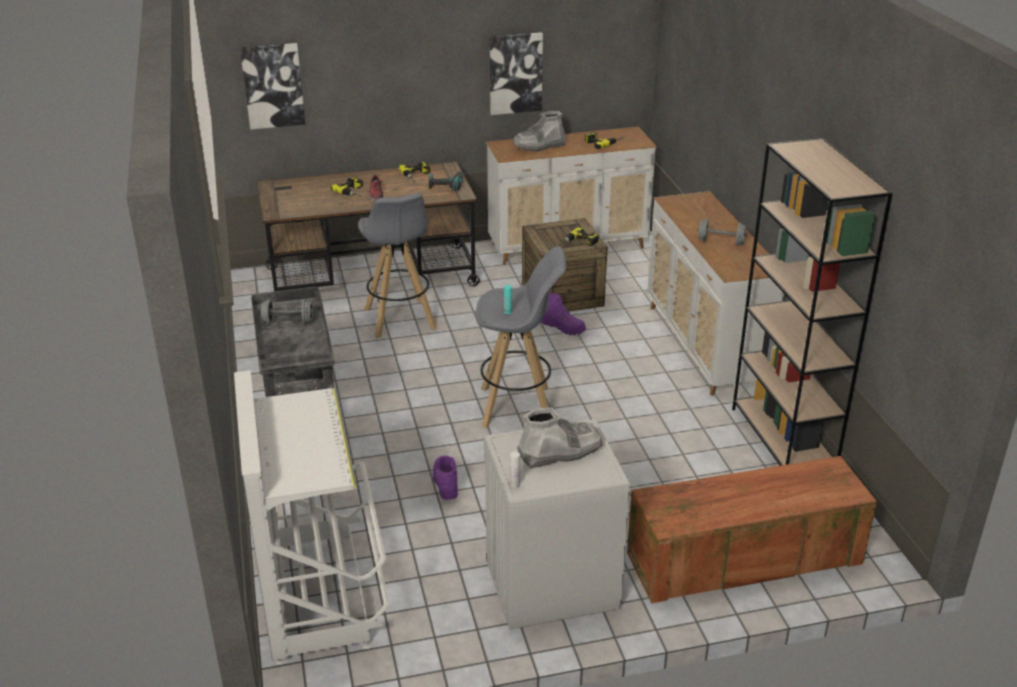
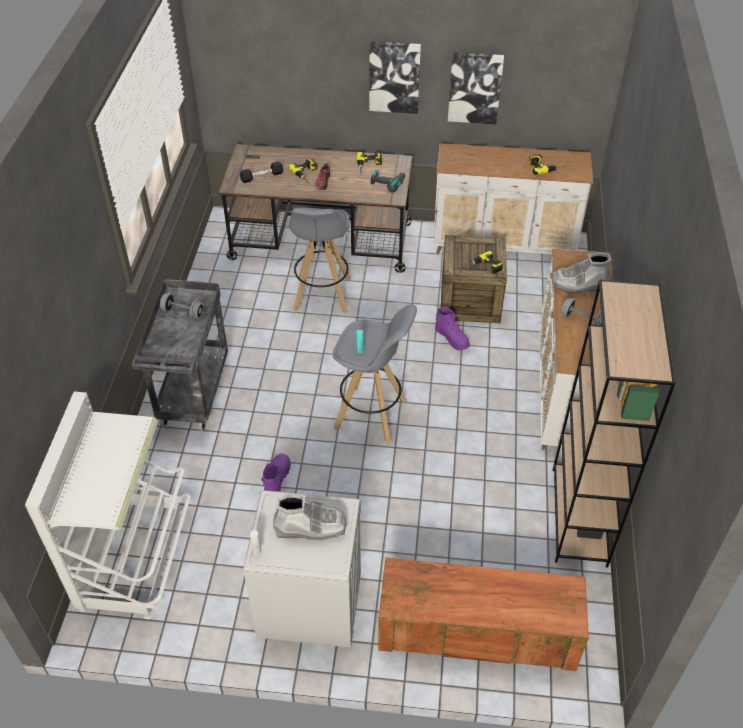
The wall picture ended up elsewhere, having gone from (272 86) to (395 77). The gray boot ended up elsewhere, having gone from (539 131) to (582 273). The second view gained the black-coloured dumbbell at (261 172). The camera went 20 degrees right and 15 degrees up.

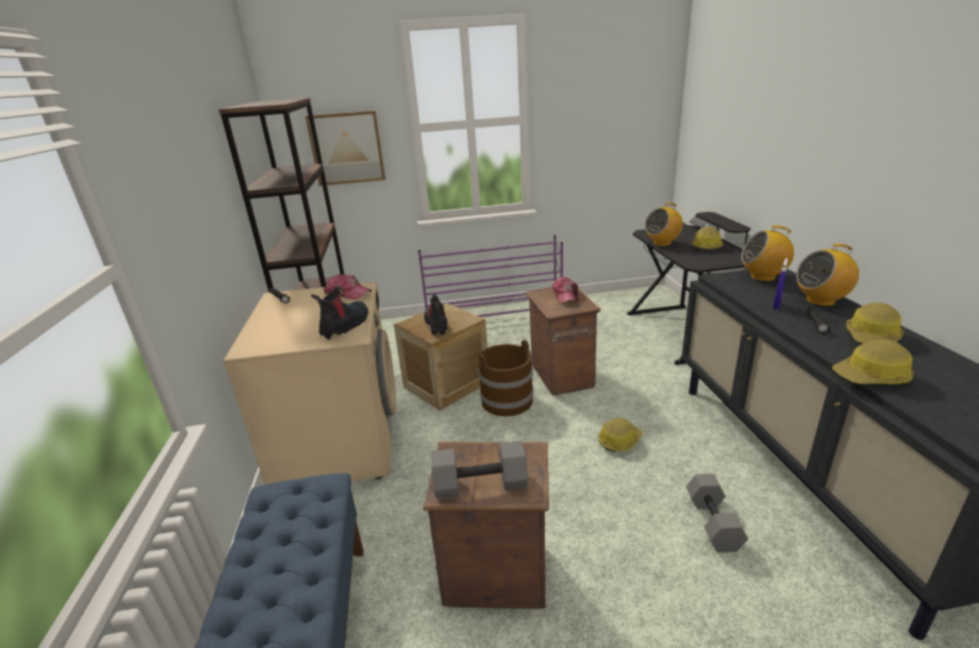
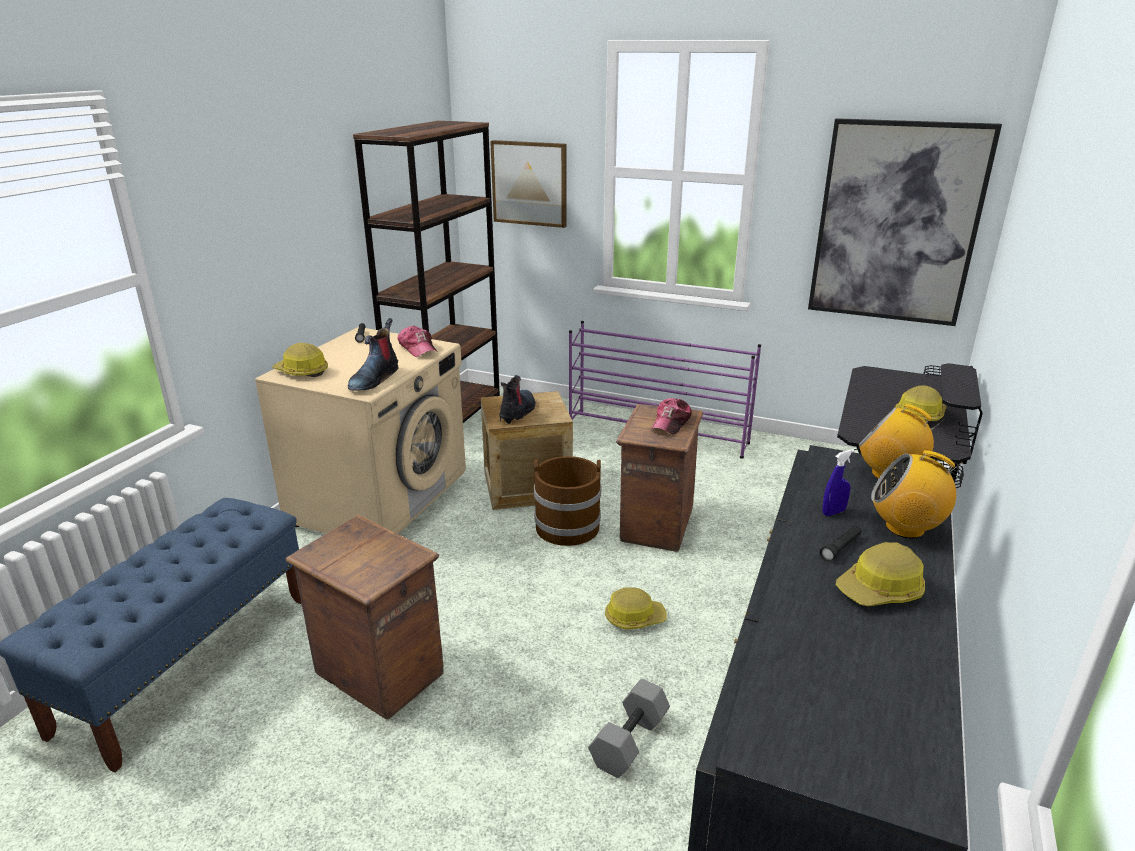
The second view lost the radio at (664 224). The boot at (340 313) ended up facing another way, 150 degrees clockwise from before. The safety helmet ended up elsewhere, having gone from (872 362) to (300 360). The second view lost the gray dumbbell at (480 470). The second view gained the wall picture at (905 222). The camera went 30 degrees right and 0 degrees up.

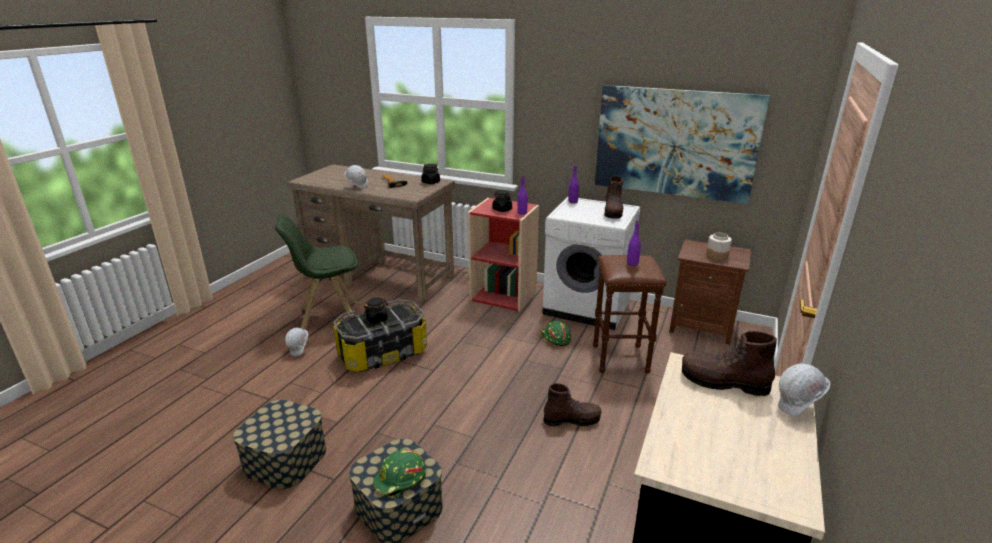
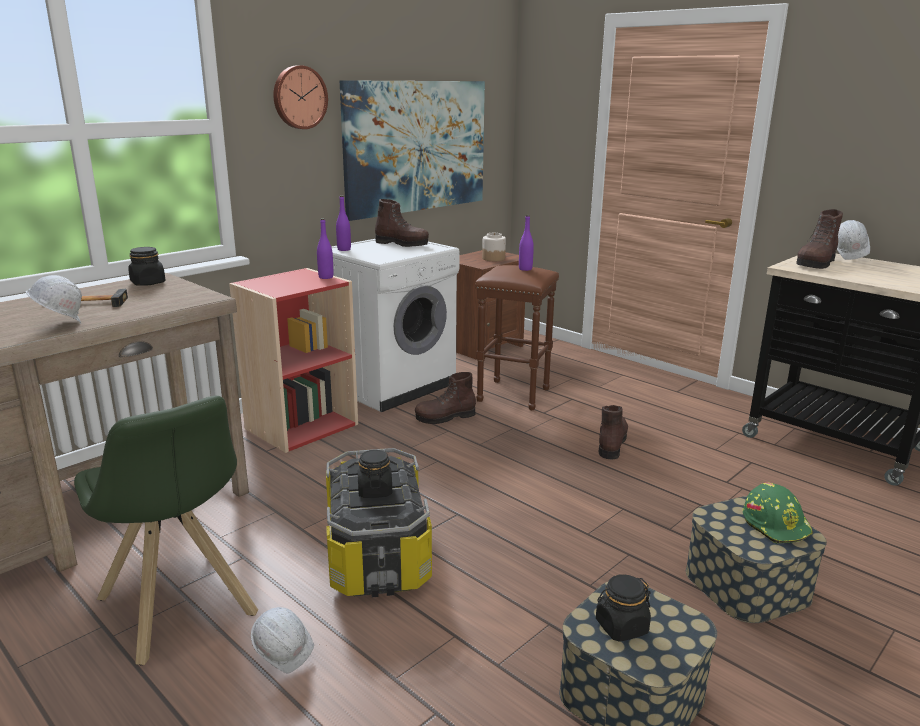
The black-coloured preserve jar ended up elsewhere, having gone from (502 201) to (623 608). The green plain chair at (316 272) ended up facing another way, 45 degrees counterclockwise from before. Where the green safety helmet stood at (556 333), the brownish boot came to stand at (445 398). The second view gained the hanging clock at (300 97). The camera went 70 degrees left and 5 degrees down.

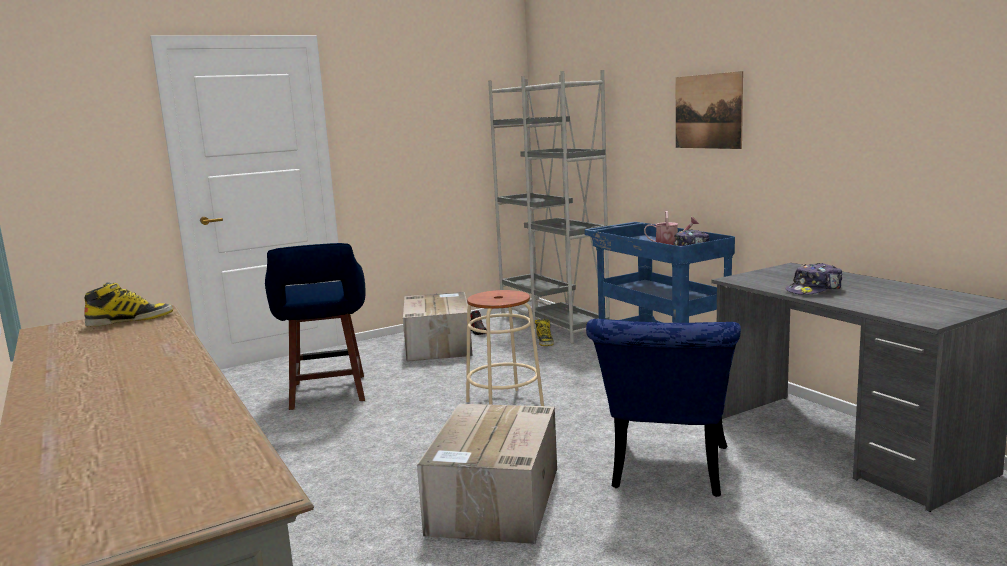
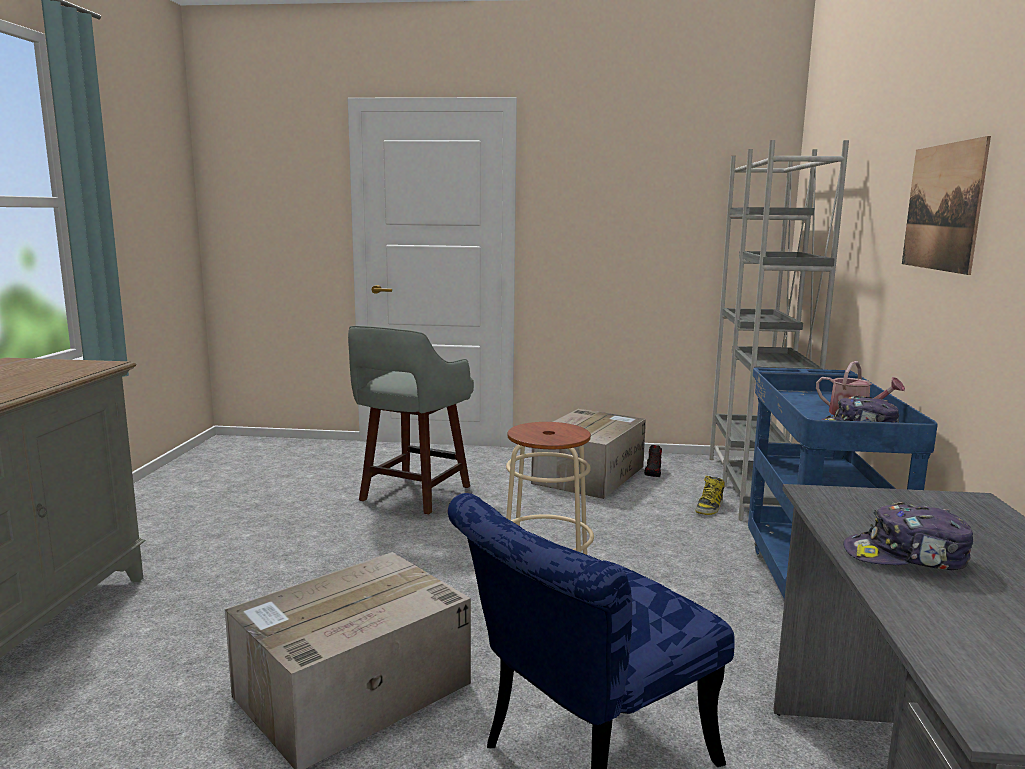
What was the blue sitting stool at (315 326) turned into the gray sitting stool at (411 419). The second view lost the boot at (128 304). The camera went 35 degrees right and 0 degrees up.

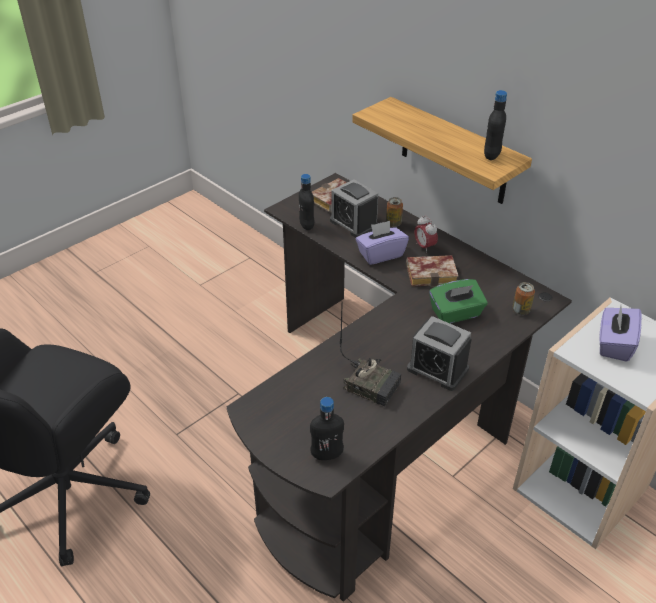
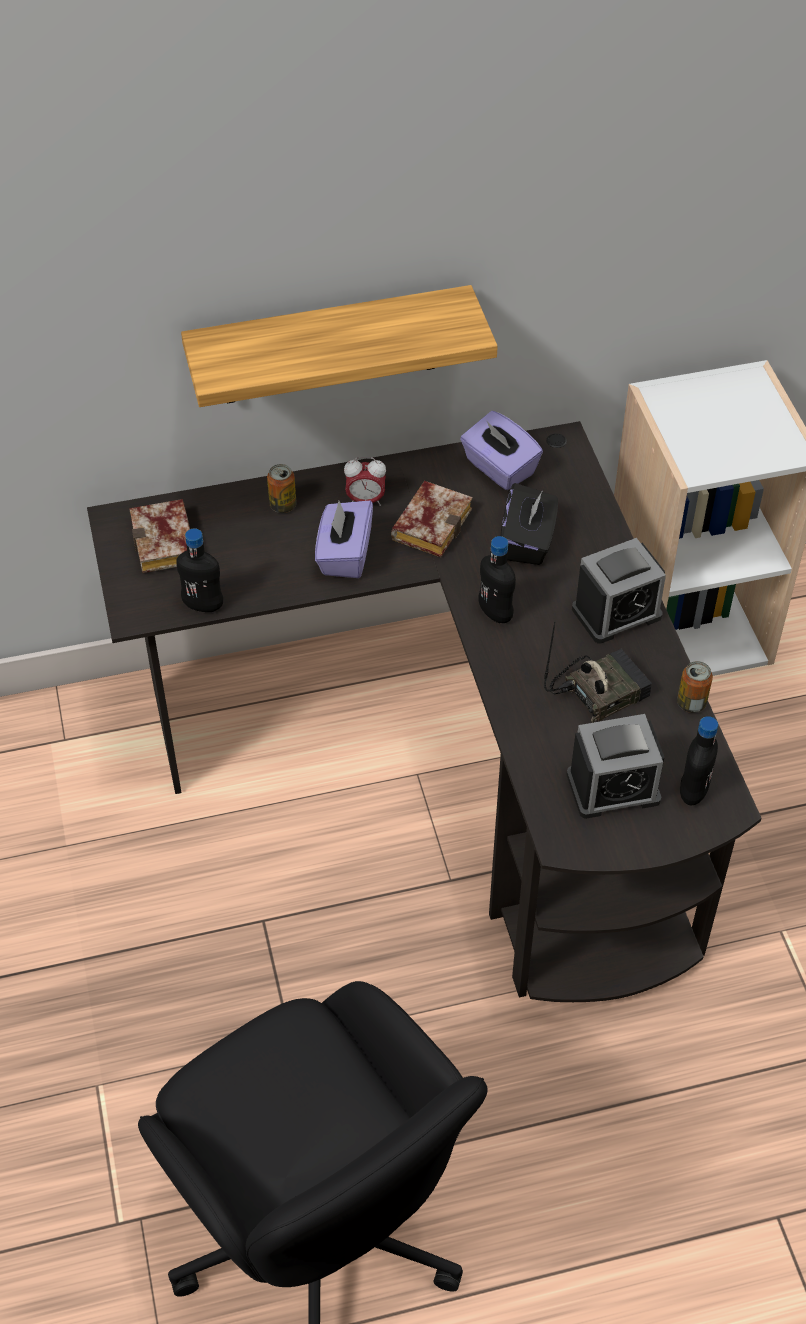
The black-coloured bottle ended up elsewhere, having gone from (495 125) to (497 579). The table clock ended up elsewhere, having gone from (354 209) to (615 766). What was the green tissue holder at (458 301) turned into the black-coloured tissue holder at (529 524). The can ended up elsewhere, having gone from (523 298) to (695 687). The purple-coloured tissue holder ended up elsewhere, having gone from (620 333) to (501 450). The camera went 60 degrees left and 10 degrees up.

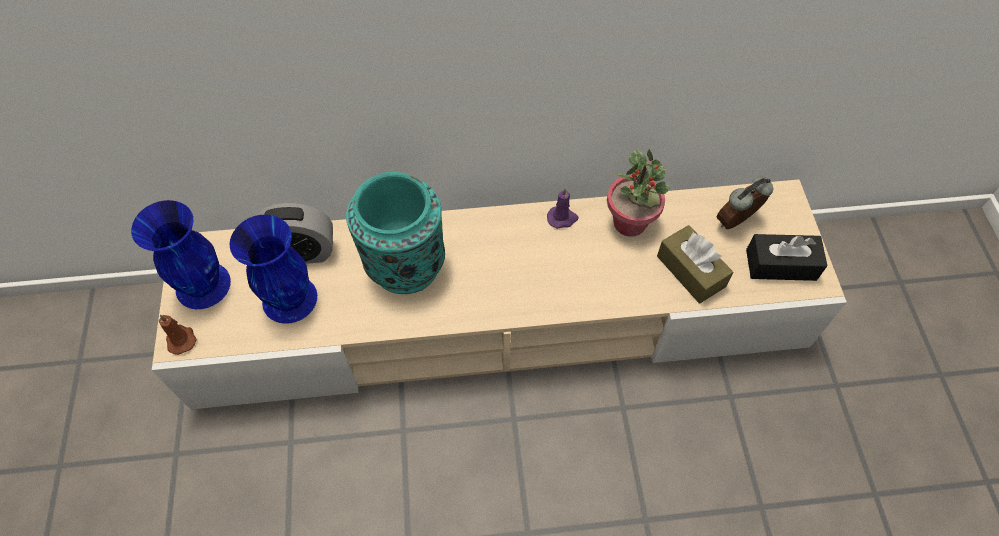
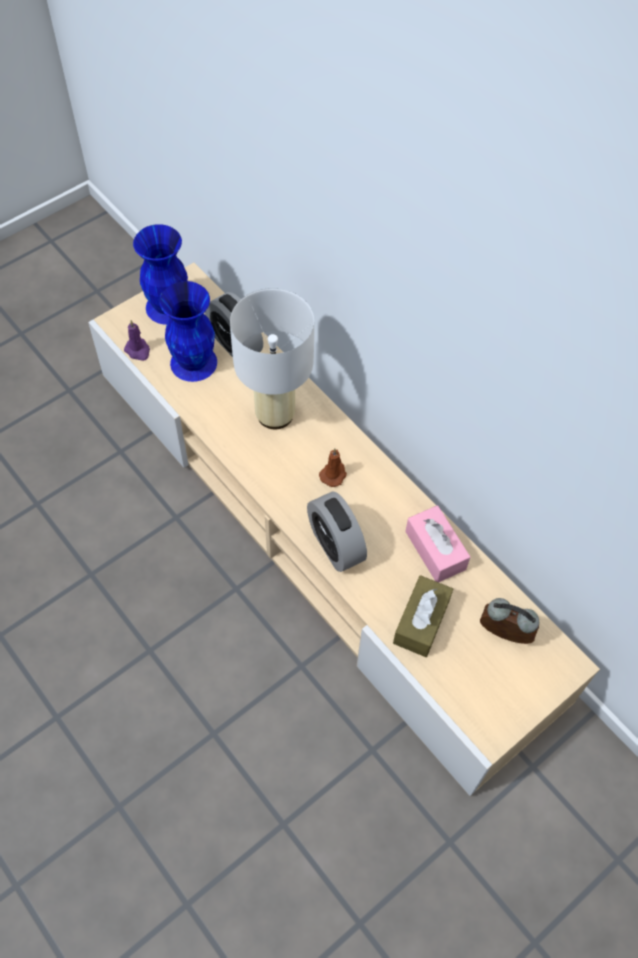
Where the plant in a pot stood at (638 193), the pink tissue holder came to stand at (437 543). Where the turquoise-coloured flower vase stood at (395 233), the whitish lamp for a table came to stand at (272 358). The purple-coloured wax light ended up elsewhere, having gone from (562 208) to (137 340). The second view lost the black-coloured tissue holder at (787 257). The brownish wax light ended up elsewhere, having gone from (178 334) to (333 468). The second view gained the table clock at (337 531). The camera went 55 degrees right and 0 degrees up.

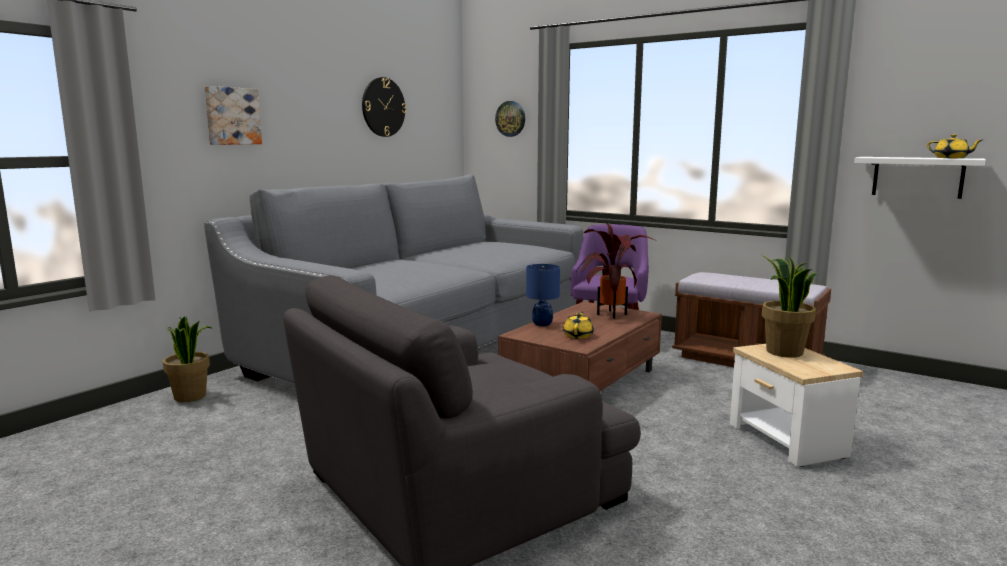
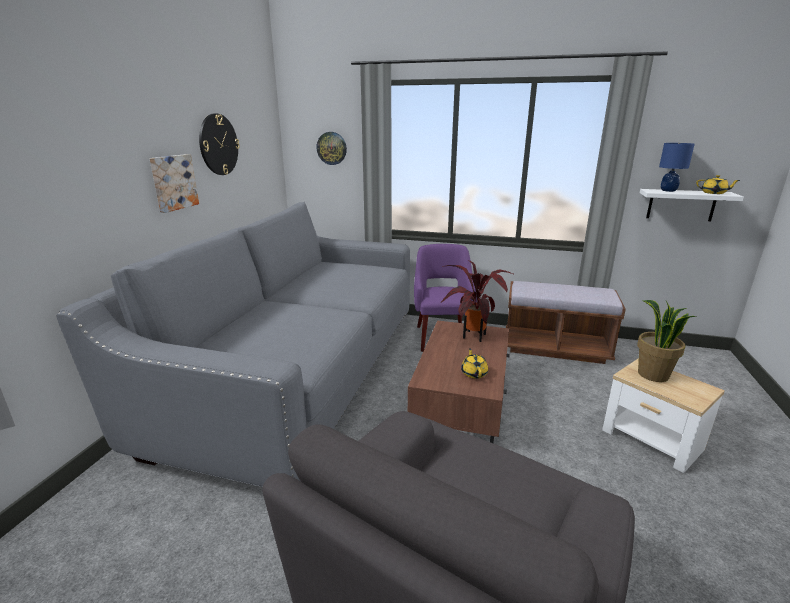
The wall picture ended up elsewhere, having gone from (233 115) to (174 183). The blue lamp for a table ended up elsewhere, having gone from (543 295) to (677 167). The second view lost the plant in a pot at (187 359). The camera went 20 degrees left and 10 degrees up.

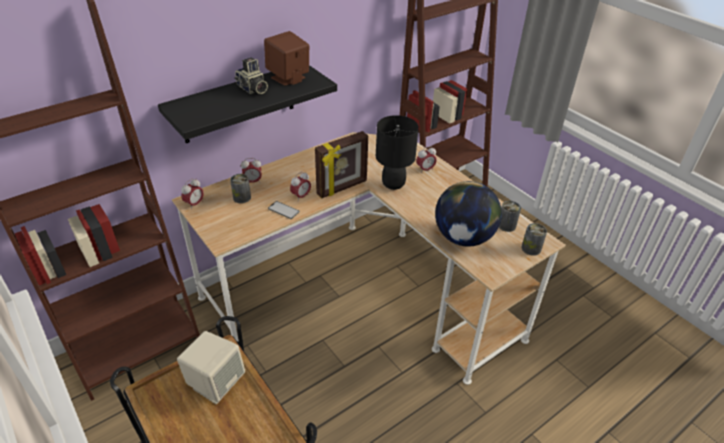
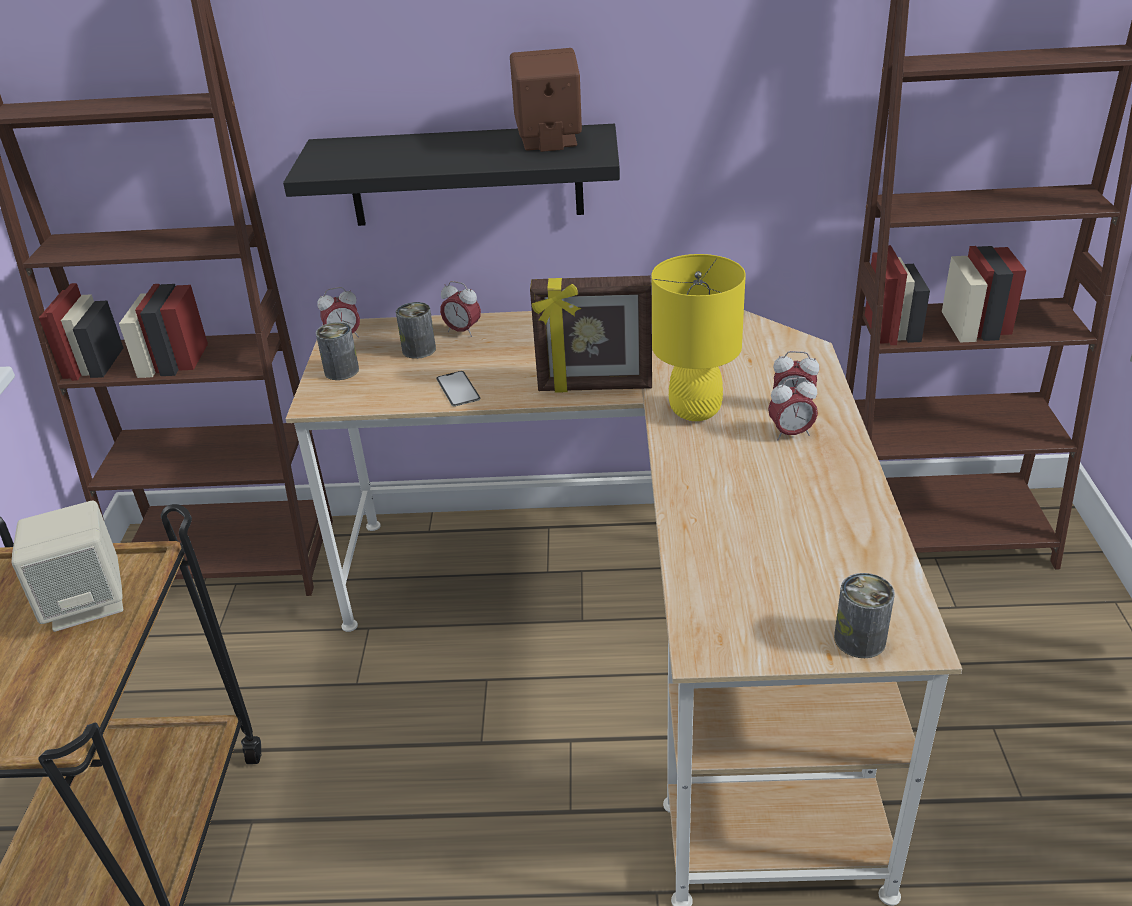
The second view lost the still camera at (251 75). What was the black-coloured lamp for a table at (397 152) turned into the yellow-coloured lamp for a table at (699 337). The table clock ended up elsewhere, having gone from (300 185) to (793 408). The second view lost the globe at (468 214). The can ended up elsewhere, having gone from (510 216) to (337 351). The camera went 40 degrees right and 5 degrees down.

